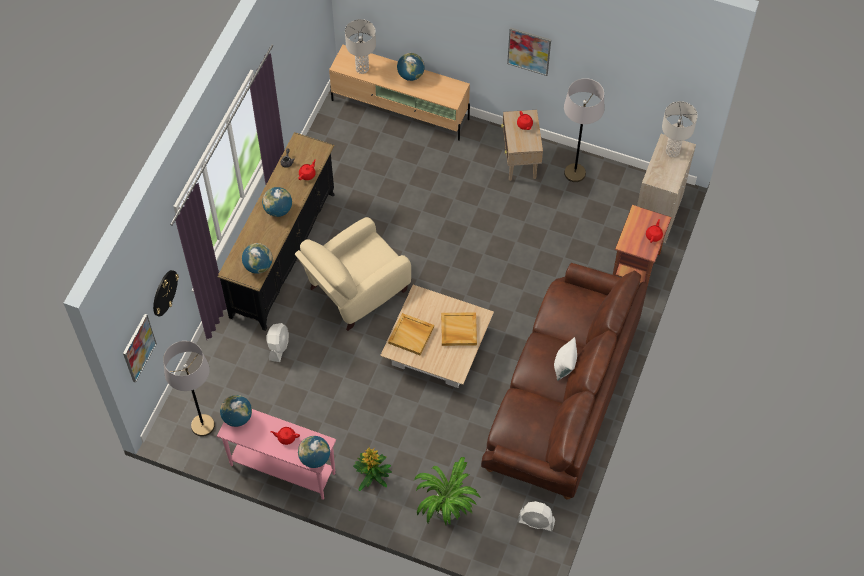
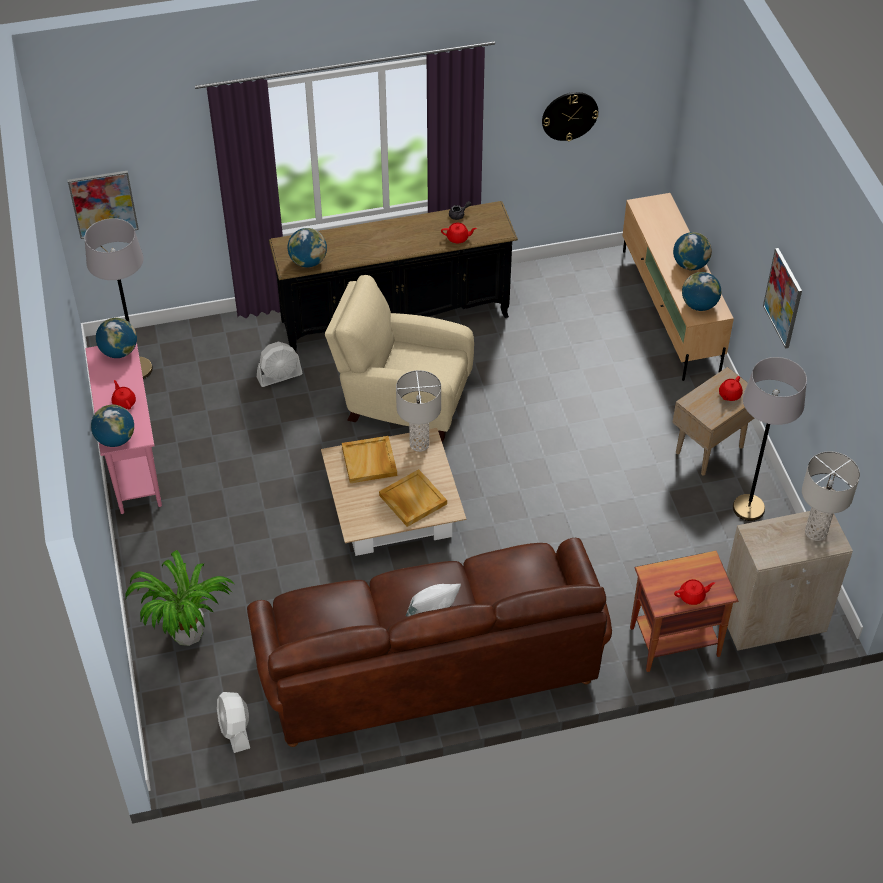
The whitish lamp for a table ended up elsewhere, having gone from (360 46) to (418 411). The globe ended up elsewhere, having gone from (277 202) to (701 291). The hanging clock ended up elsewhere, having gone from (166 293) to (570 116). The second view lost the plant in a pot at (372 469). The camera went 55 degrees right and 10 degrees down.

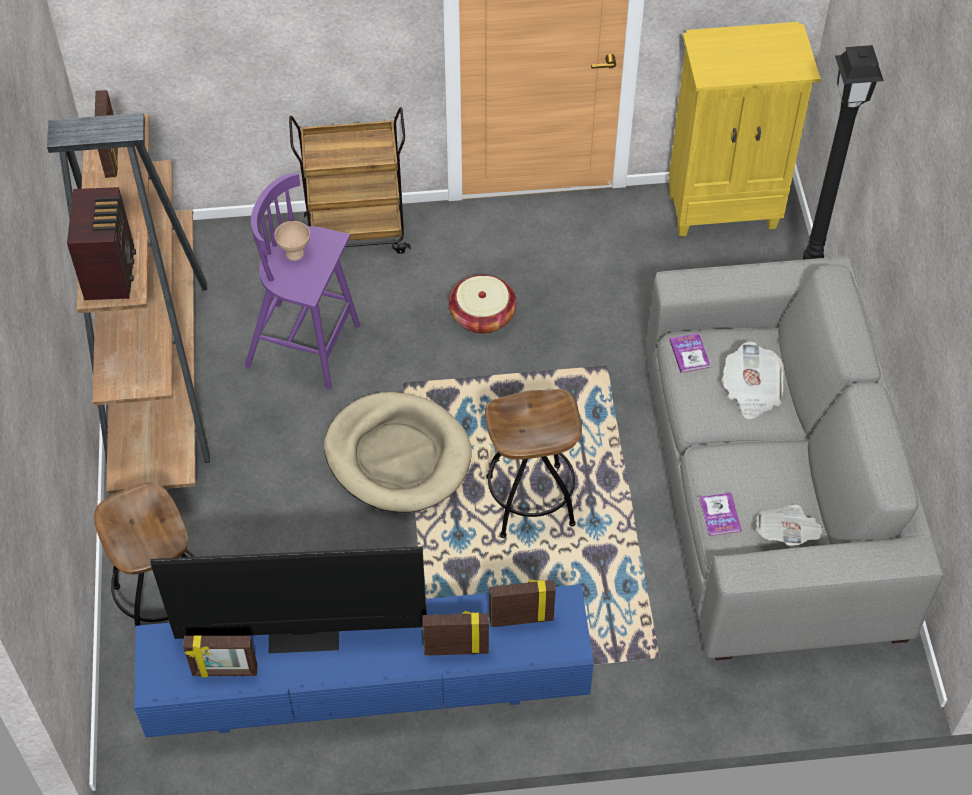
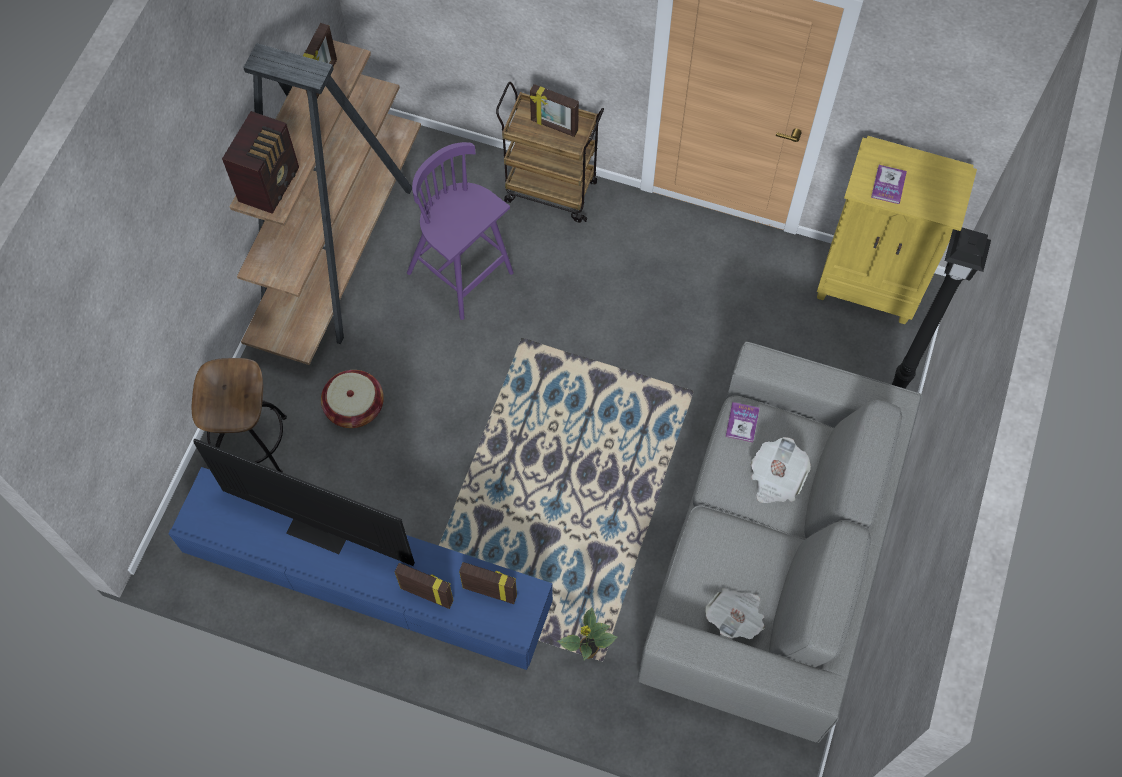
The second view lost the sand-coloured bowl at (292 241). The household basket ended up elsewhere, having gone from (483 304) to (352 399). The second view lost the brownish sitting stool at (533 463). The second view lost the sand-coloured dog cushion at (398 452). The bound book ended up elsewhere, having gone from (720 514) to (889 184). The photo frame ended up elsewhere, having gone from (220 656) to (554 110). The second view gained the plant in a pot at (587 634). The camera went 25 degrees right and 10 degrees up.

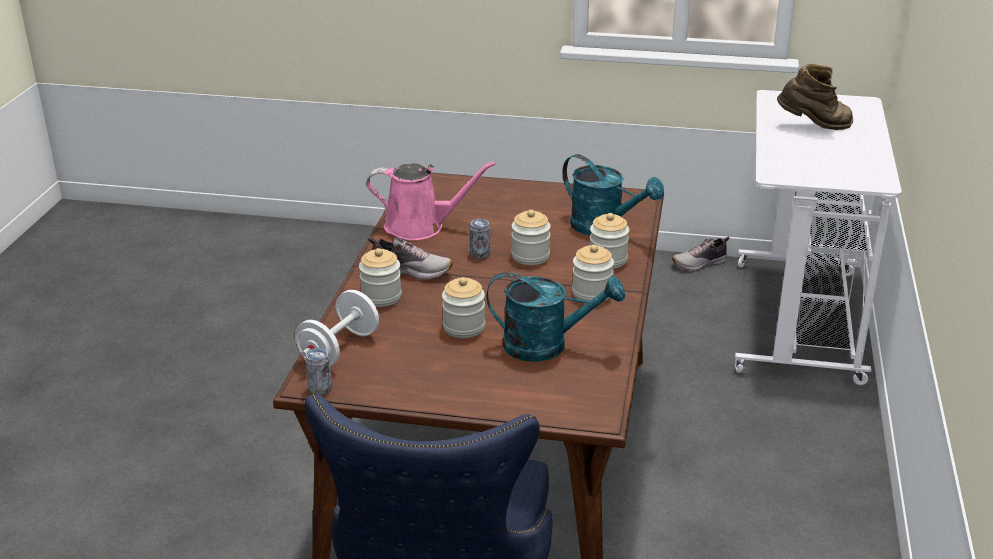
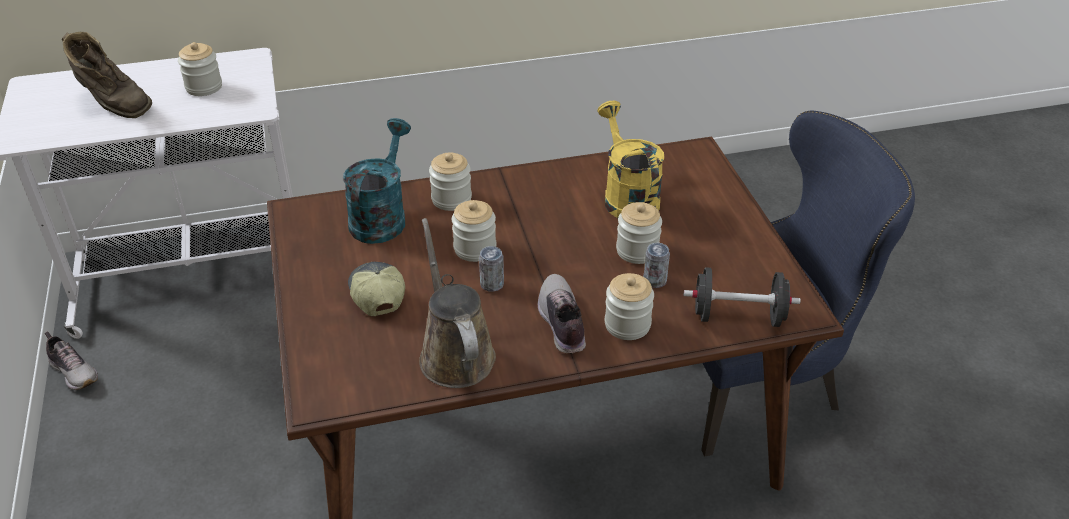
The brownish boot at (815 97) ended up facing another way, 150 degrees clockwise from before. What was the pink watering pot at (431 201) turned into the brownish watering pot at (457 303). The preserve jar ended up elsewhere, having gone from (593 272) to (200 69). What was the turquoise-coloured watering pot at (555 317) turned into the yellow-coloured watering pot at (631 159). What was the whitish dumbbell at (337 328) turned into the black-coloured dumbbell at (742 297). The can ended up elsewhere, having gone from (319 371) to (657 265). The second view gained the cap at (376 289). The camera went 115 degrees left and 10 degrees up.

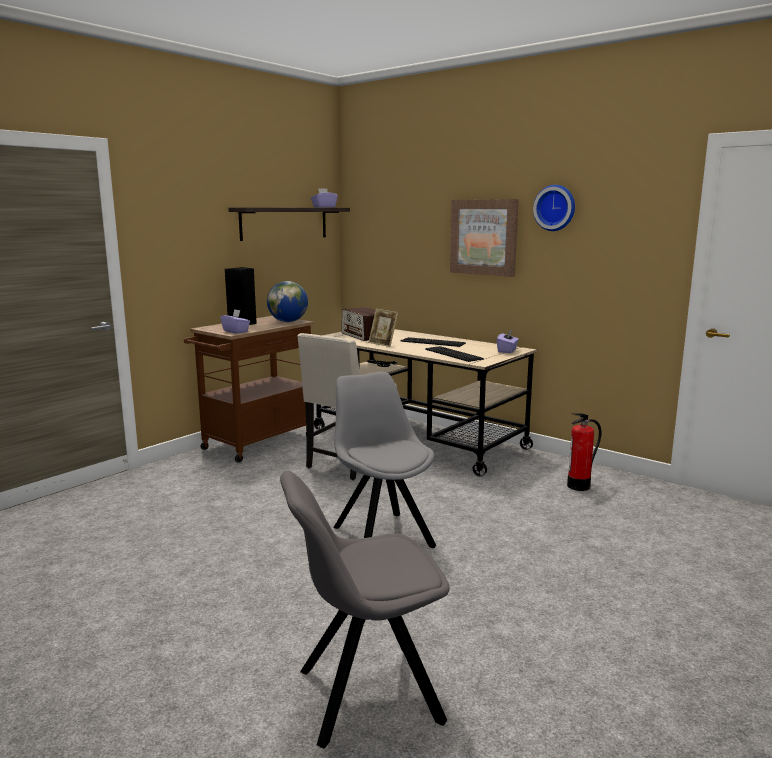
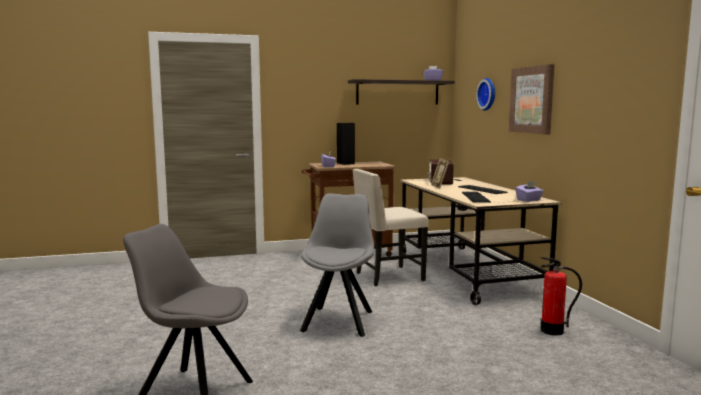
The hanging clock ended up elsewhere, having gone from (554 208) to (485 94). The second view lost the globe at (287 301). The camera went 35 degrees right and 5 degrees down.

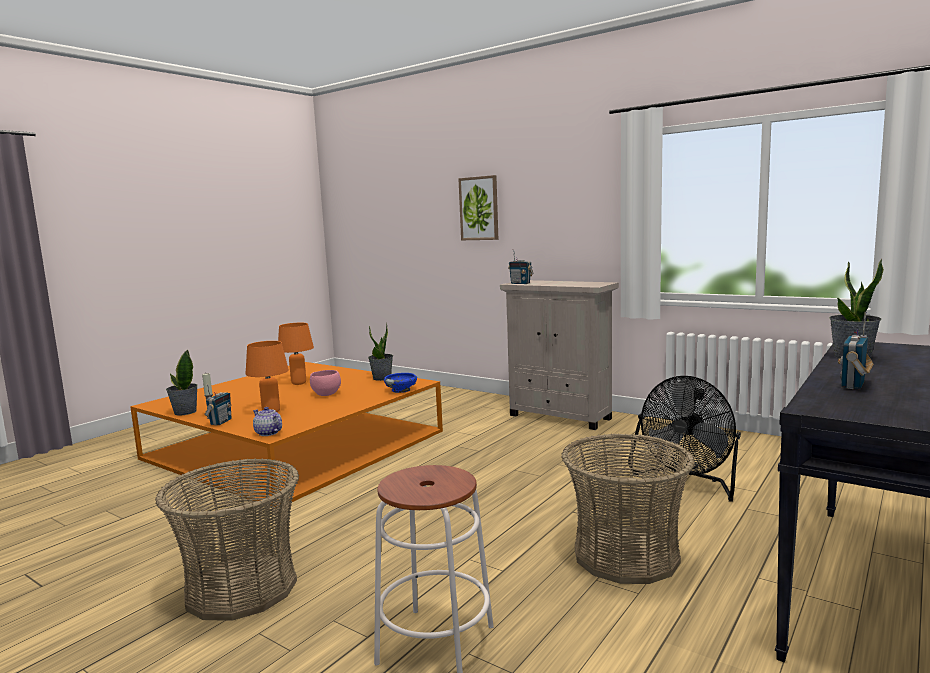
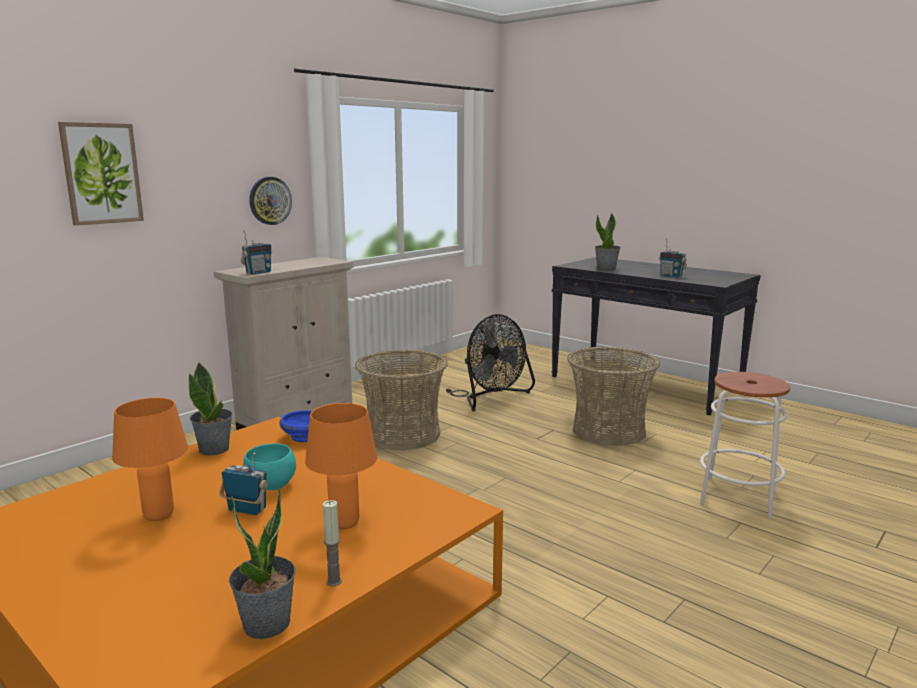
What was the pink bowl at (325 383) turned into the turquoise-coloured bowl at (269 466). The radio ended up elsewhere, having gone from (217 404) to (243 484). The second view lost the pot for tea at (267 421). The household basket ended up elsewhere, having gone from (227 539) to (401 400). The second view gained the hanging clock at (270 201). The camera went 85 degrees left and 5 degrees up.

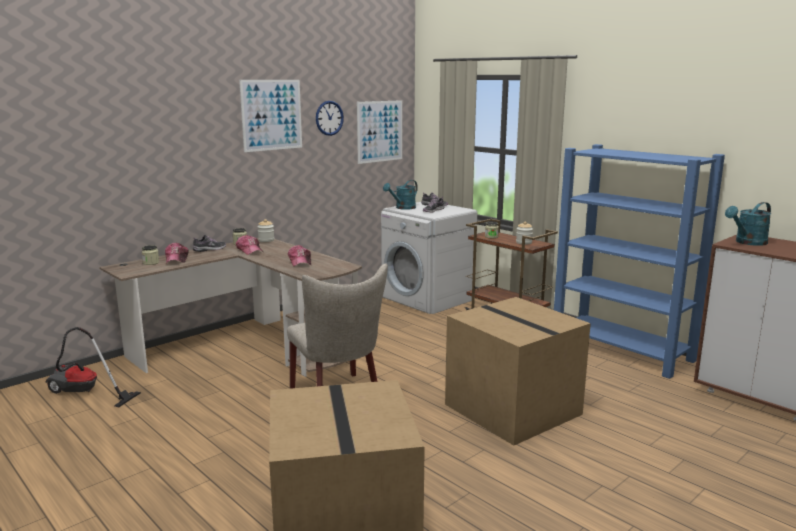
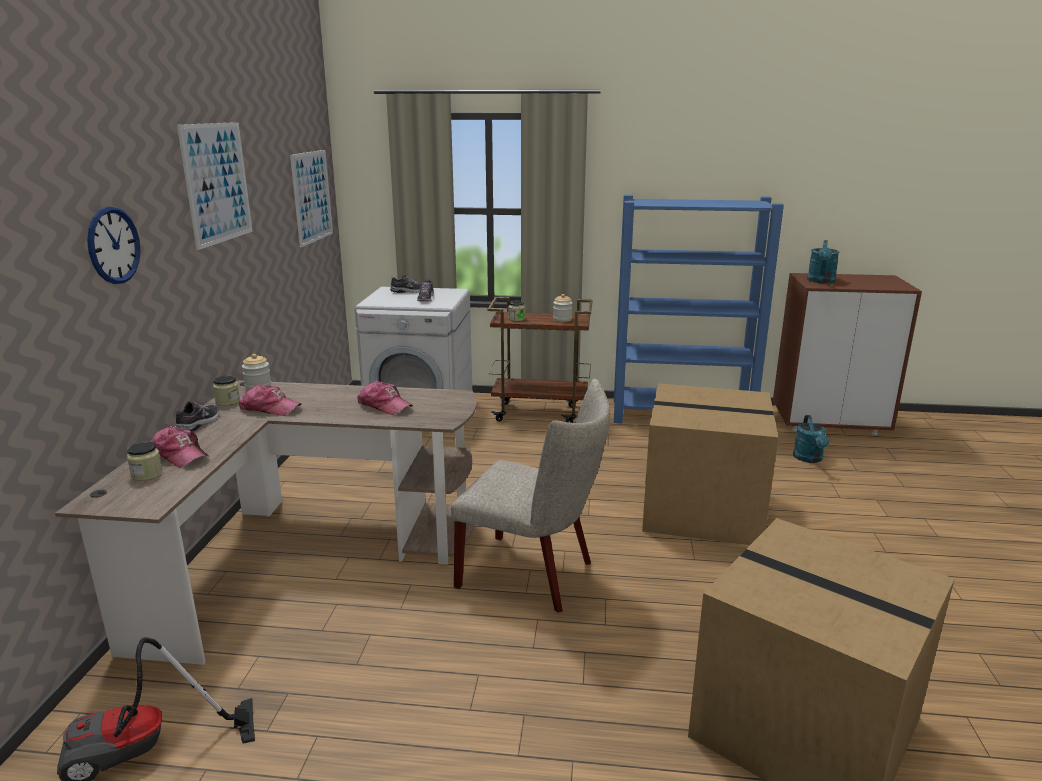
The hanging clock ended up elsewhere, having gone from (330 118) to (113 245). The turquoise-coloured watering pot ended up elsewhere, having gone from (400 195) to (811 439). The camera went 40 degrees left and 5 degrees up.

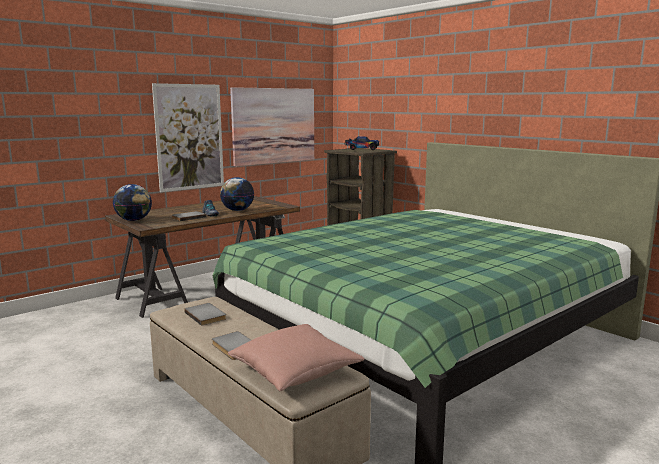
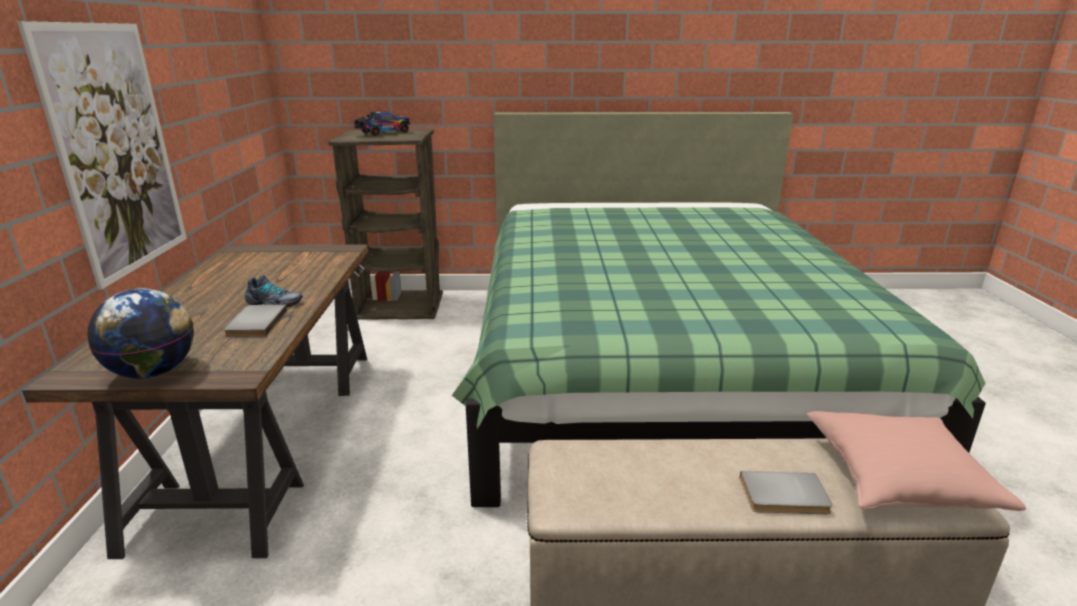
The second view lost the wall picture at (272 126). The second view lost the globe at (237 194). The second view lost the gray bound book at (205 314). The camera went 50 degrees left and 10 degrees up.

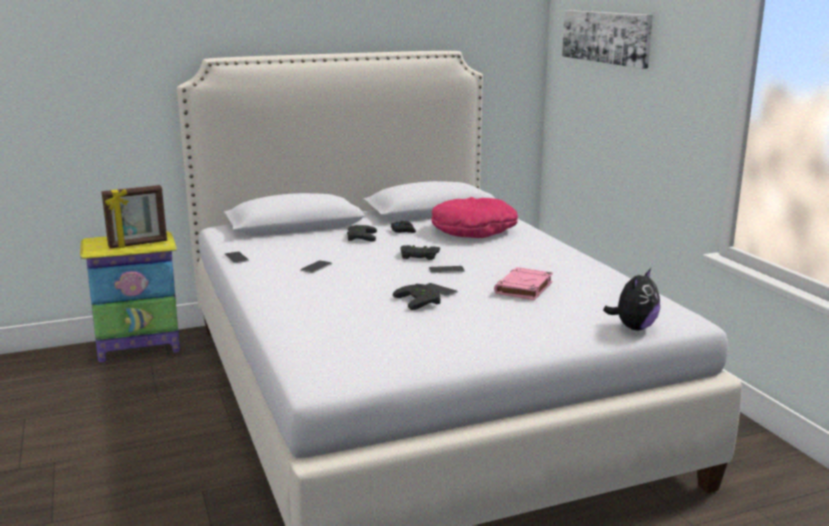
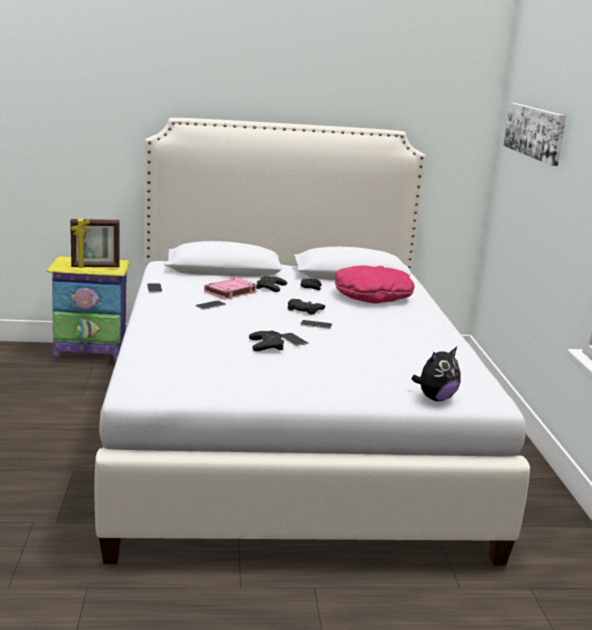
The pink bound book ended up elsewhere, having gone from (523 283) to (230 289). The camera went 15 degrees right and 0 degrees up.

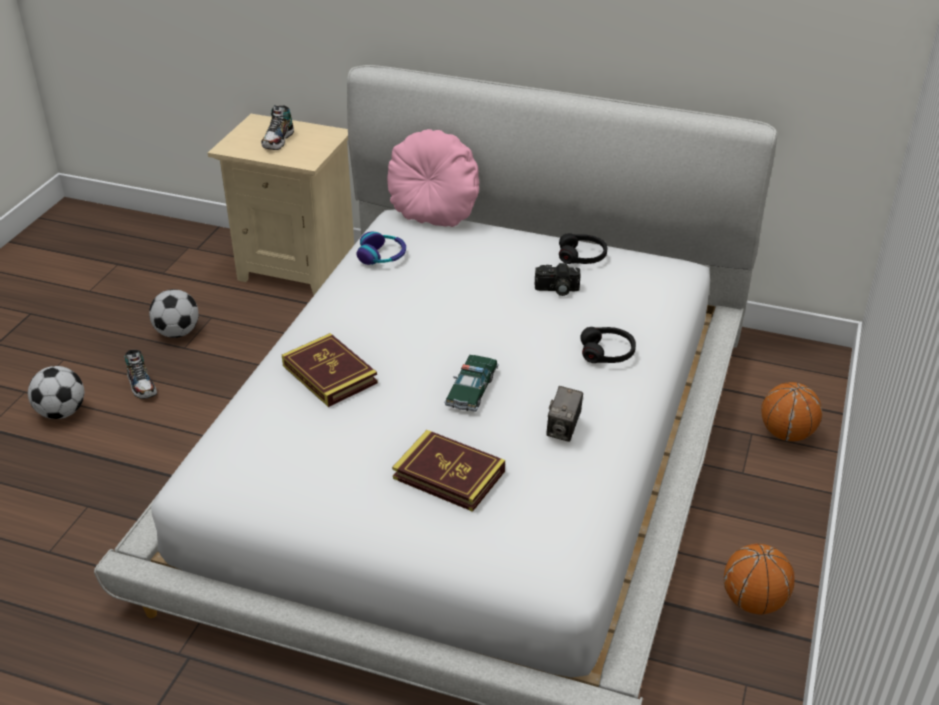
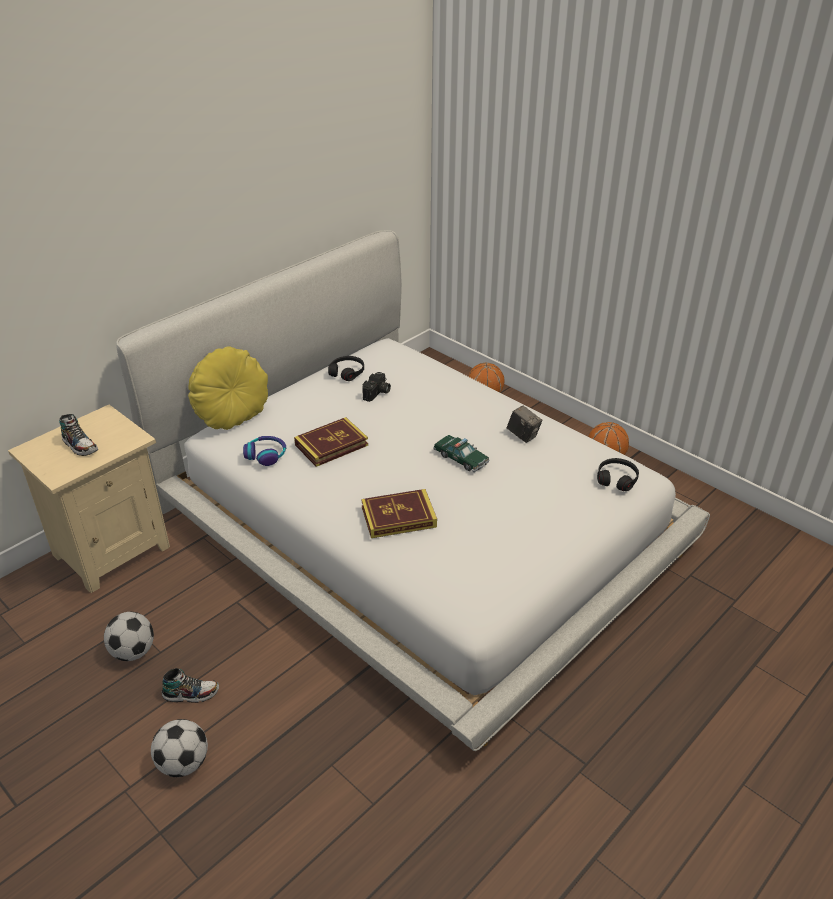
What was the pink cushion at (433 178) turned into the yellow-coloured cushion at (228 388). The black-coloured headset ended up elsewhere, having gone from (608 345) to (618 474). The bound book ended up elsewhere, having gone from (448 471) to (331 442). The camera went 65 degrees left and 0 degrees up.

